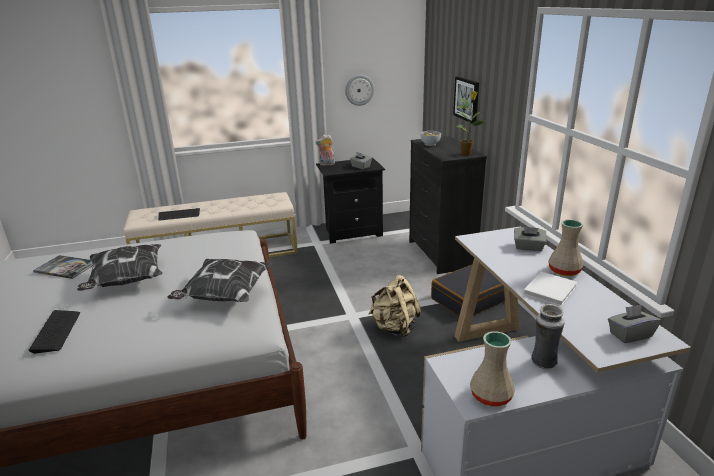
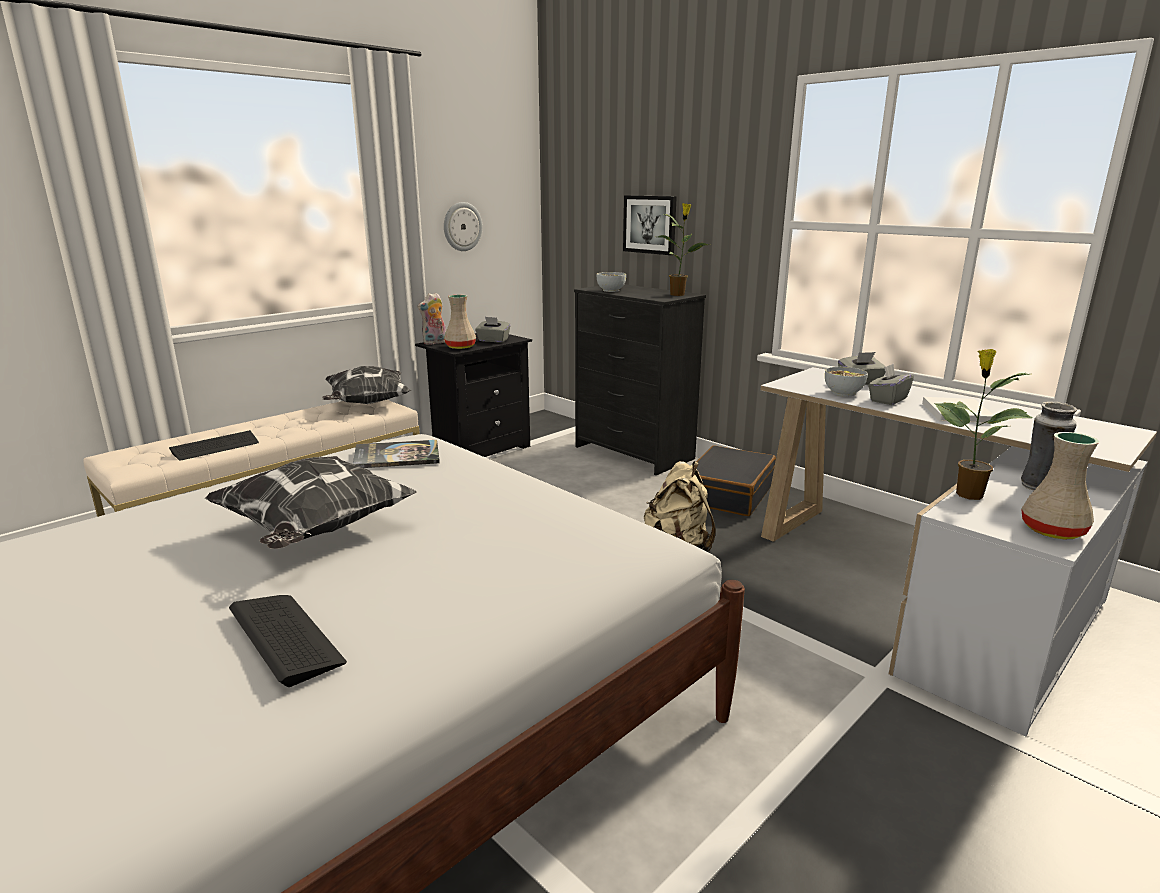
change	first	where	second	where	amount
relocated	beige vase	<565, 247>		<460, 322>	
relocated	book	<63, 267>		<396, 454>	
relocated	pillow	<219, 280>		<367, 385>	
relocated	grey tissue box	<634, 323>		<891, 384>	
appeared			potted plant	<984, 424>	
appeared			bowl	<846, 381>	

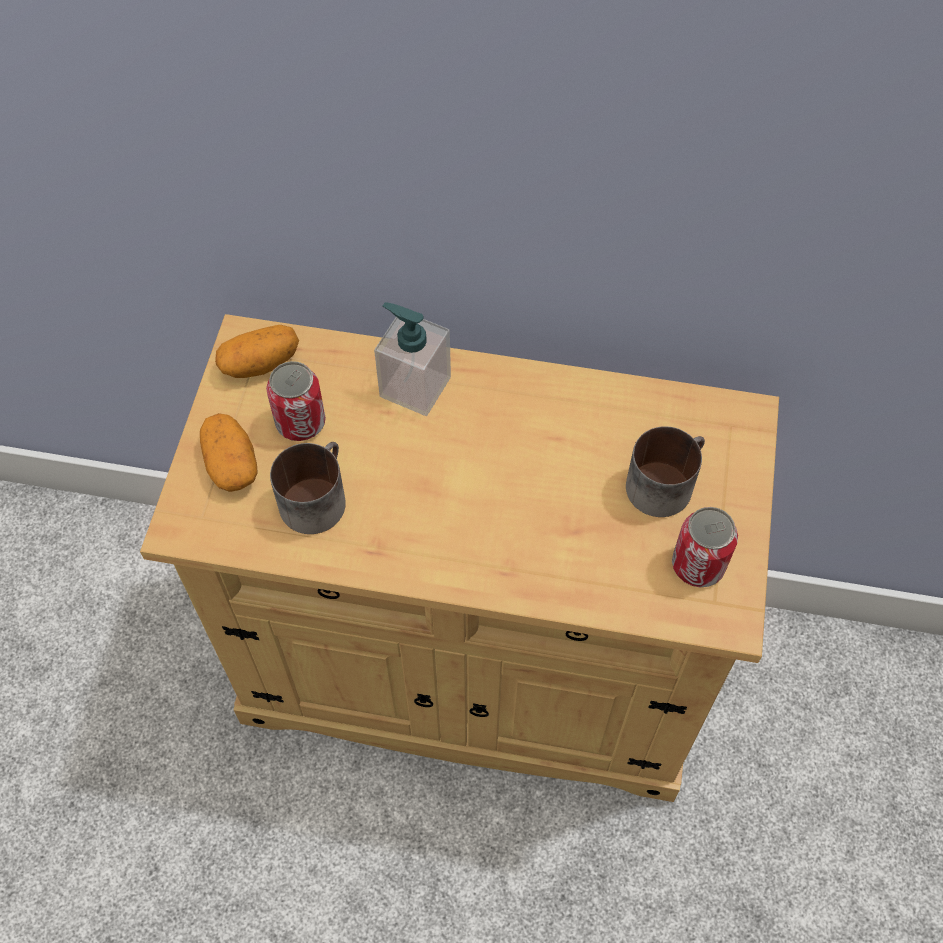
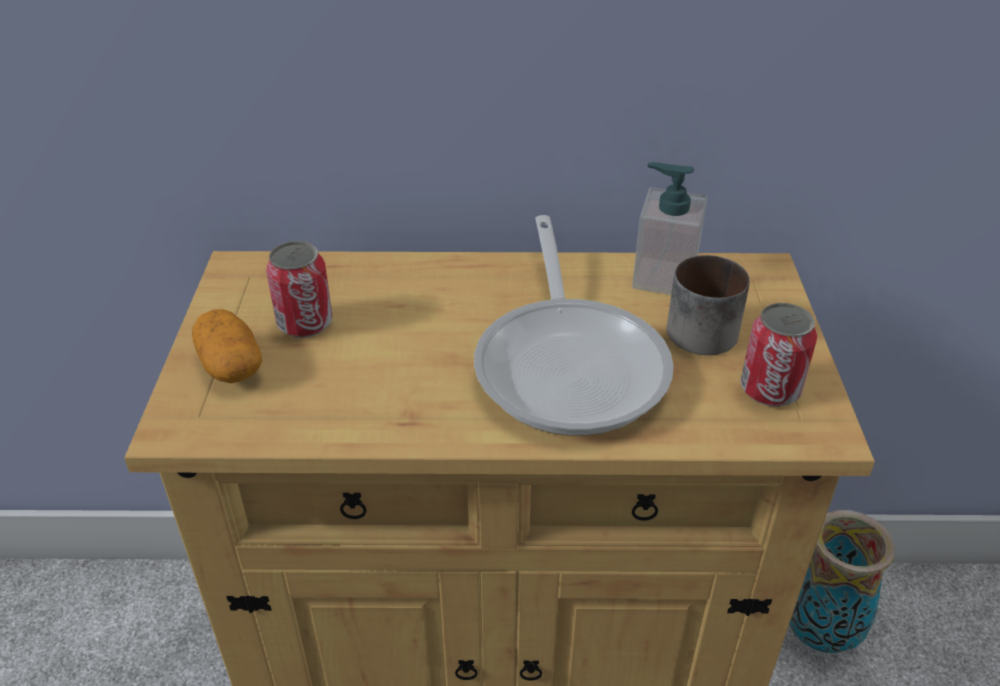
change	first	where	second	where	amount
relocated	soap dispenser	<412, 359>		<670, 228>	
missing	potato	<257, 351>			
missing	mug	<308, 488>			
appeared			frying pan	<574, 325>	
appeared			vase	<842, 581>	

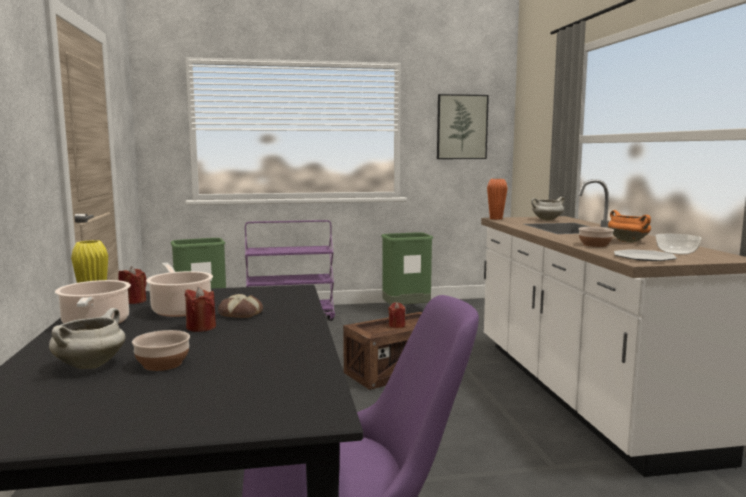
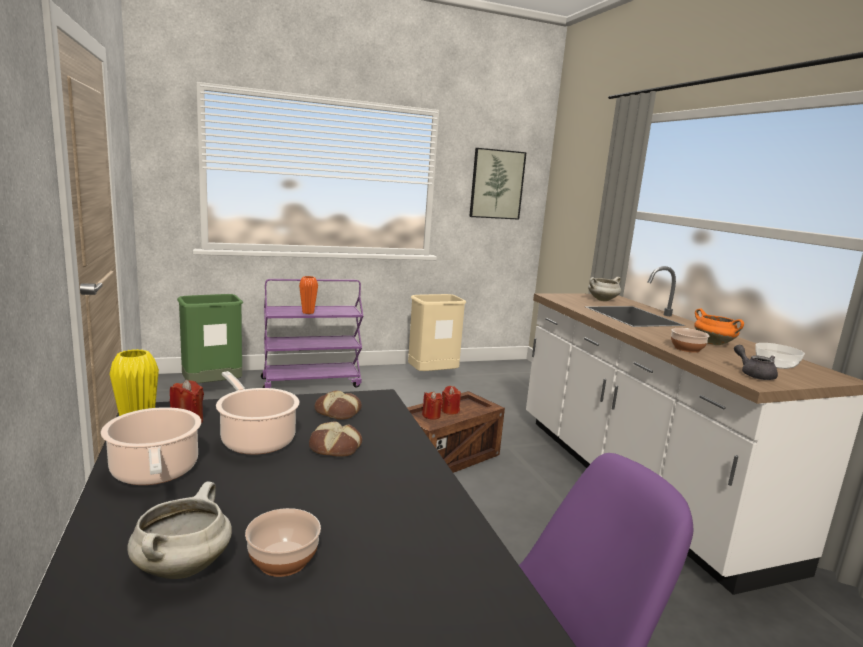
change	first	where	second	where	amount
relocated	orange vase	<497, 199>		<308, 295>	
colour	green trash can	<407, 268>	beige trash can	<437, 332>	
exchanged	plate	<645, 255>	grey teapot	<756, 362>	
relocated	red candle	<200, 309>		<432, 405>	
appeared			bread	<338, 405>	

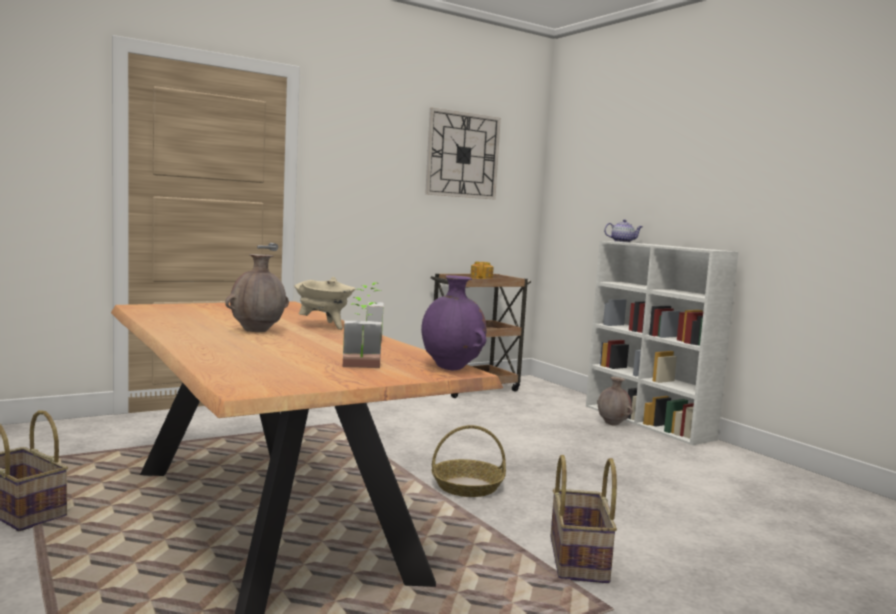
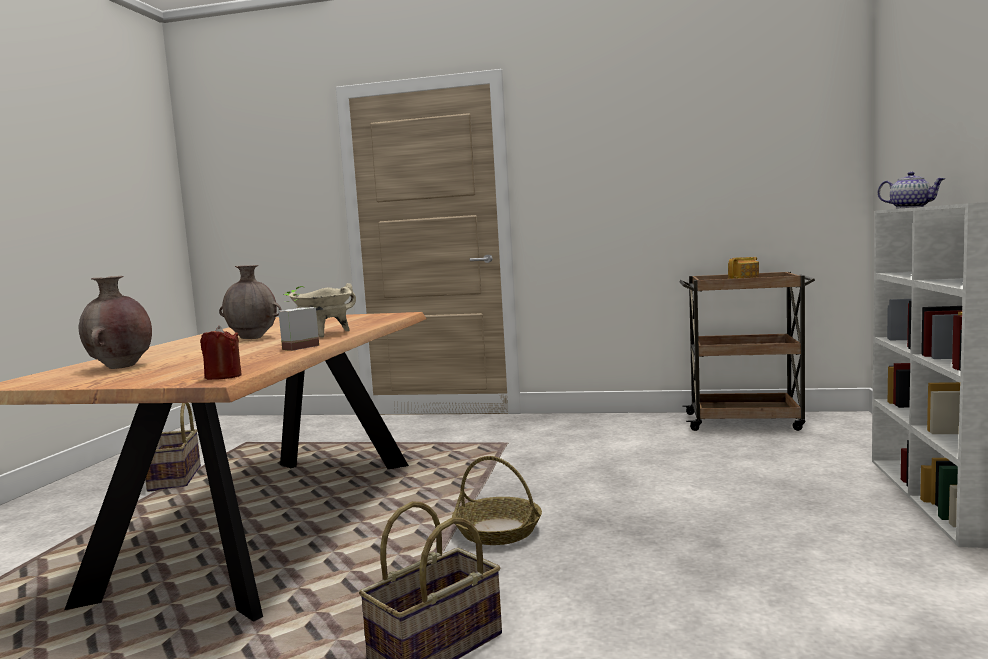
change	first	where	second	where	amount
missing	wall clock	<463, 153>			
exchanged	purple vase	<453, 322>	red candle	<221, 353>	
missing	potted plant	<362, 332>			
relocated	brown vase	<615, 401>		<115, 322>	

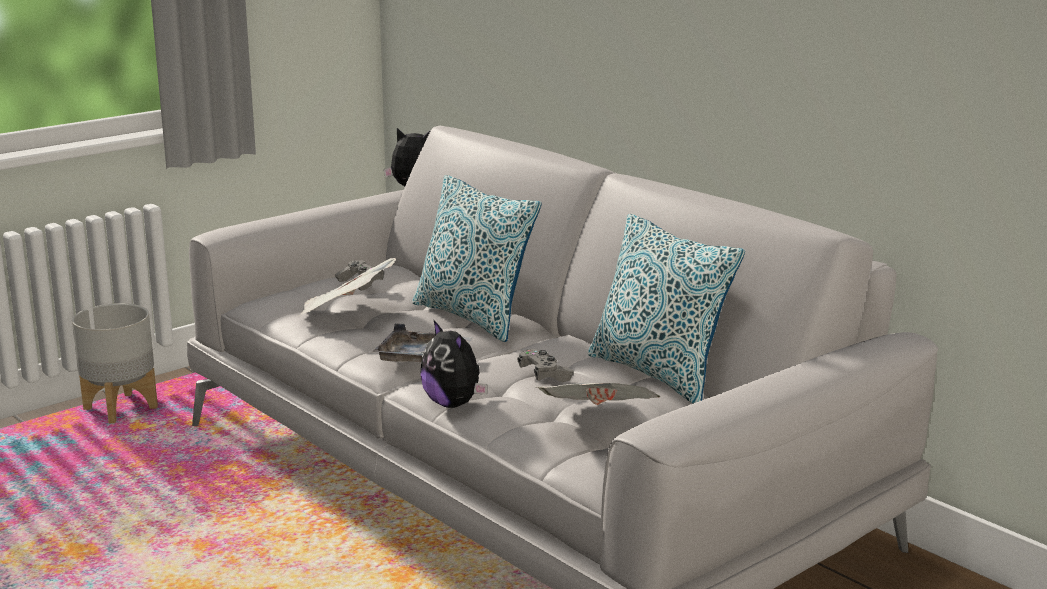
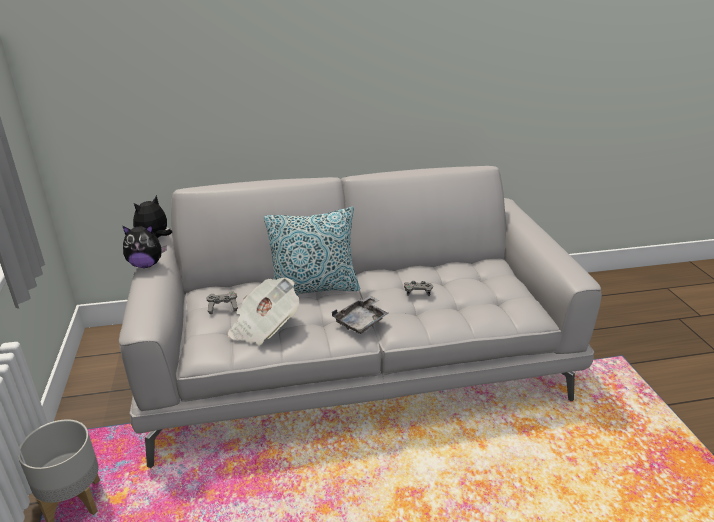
change	first	where	second	where	amount
missing	pillow	<666, 309>			
relocated	plush toy	<454, 363>		<145, 246>	
missing	newspaper	<598, 394>			

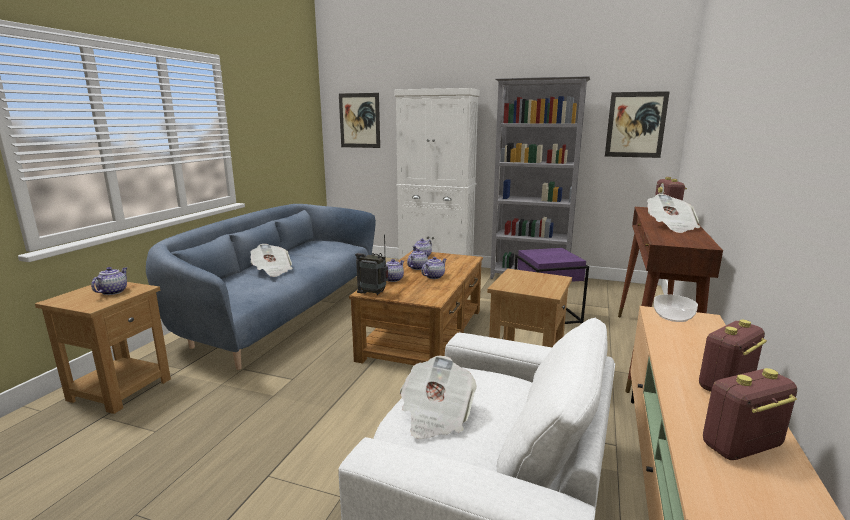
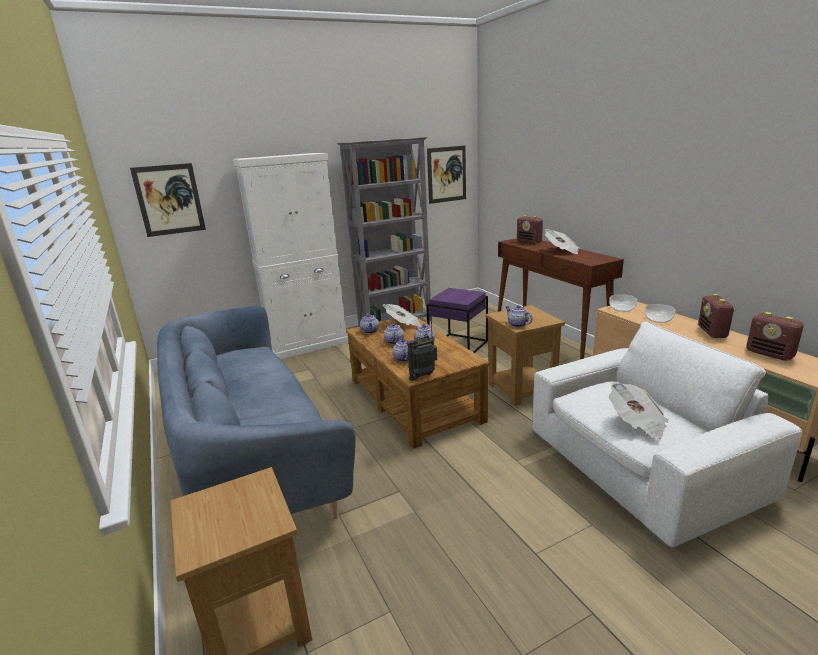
change	first	where	second	where	amount
relocated	newspaper	<271, 260>		<402, 315>	
relocated	teapot	<109, 281>		<519, 316>	
spun	radio	<750, 414>		<775, 336>	60 degrees counterclockwise
appeared			bowl	<660, 313>	

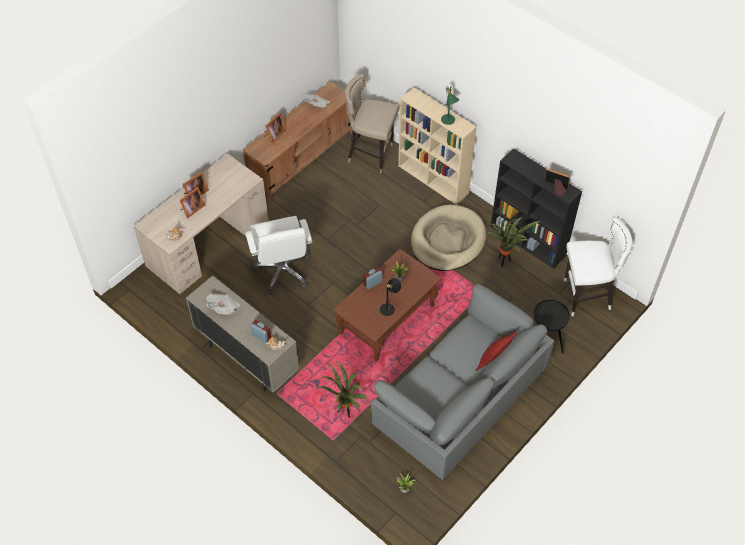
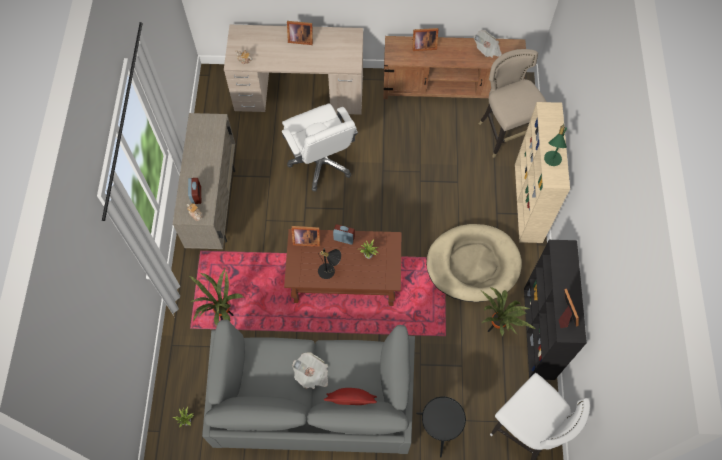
change	first	where	second	where	amount
relocated	picture frame	<192, 202>		<306, 236>	
spun	white office chair	<278, 255>		<320, 147>	60 degrees counterclockwise
relocated	newspaper	<223, 304>		<310, 370>	

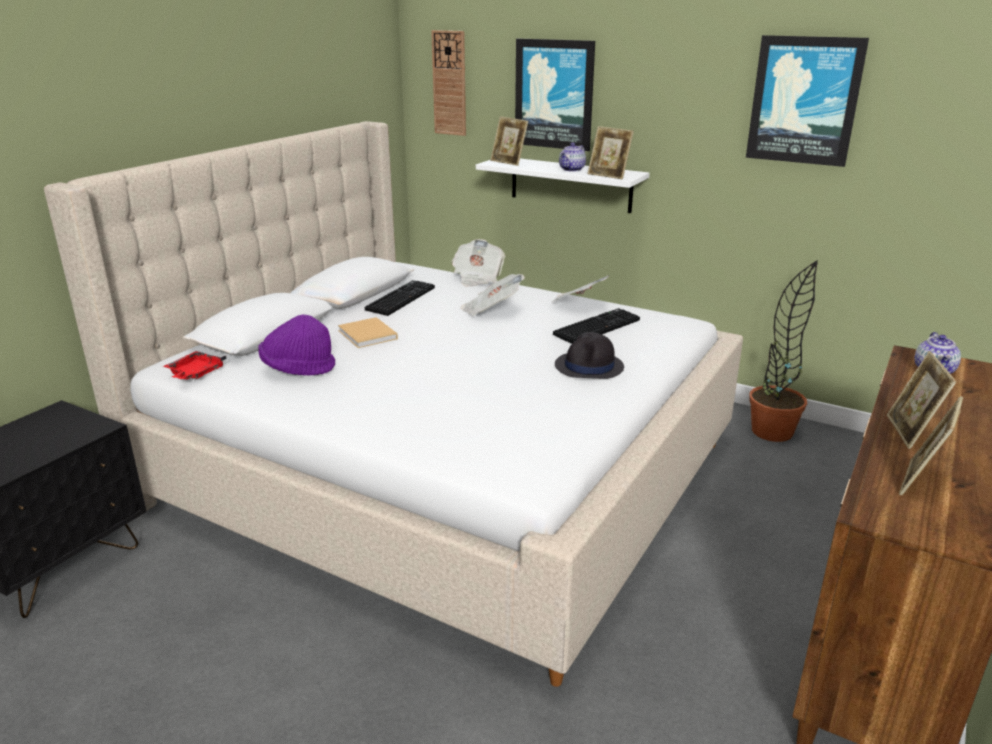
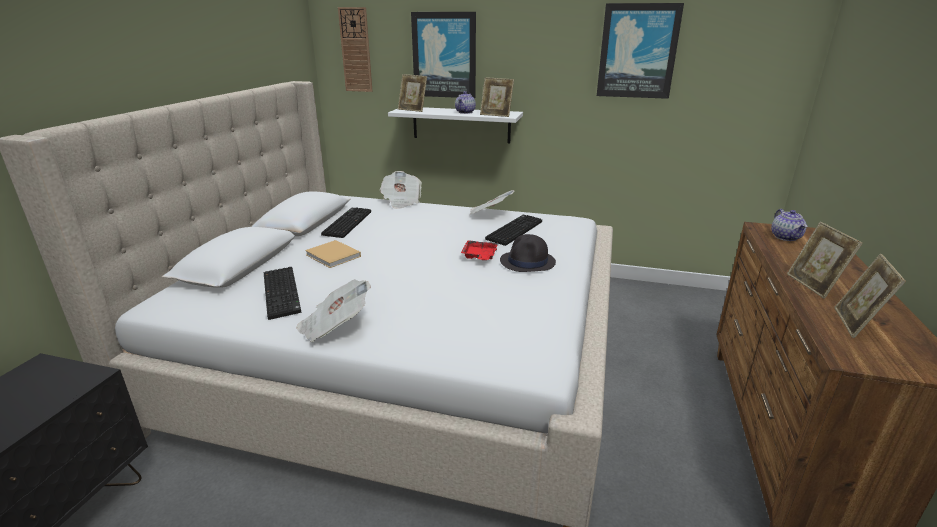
change	first	where	second	where	amount
missing	potted plant	<783, 351>			
relocated	newspaper	<493, 295>		<333, 310>	
exchanged	purple hat	<297, 345>	keyboard	<282, 293>	
relocated	red tray	<194, 365>		<479, 250>	

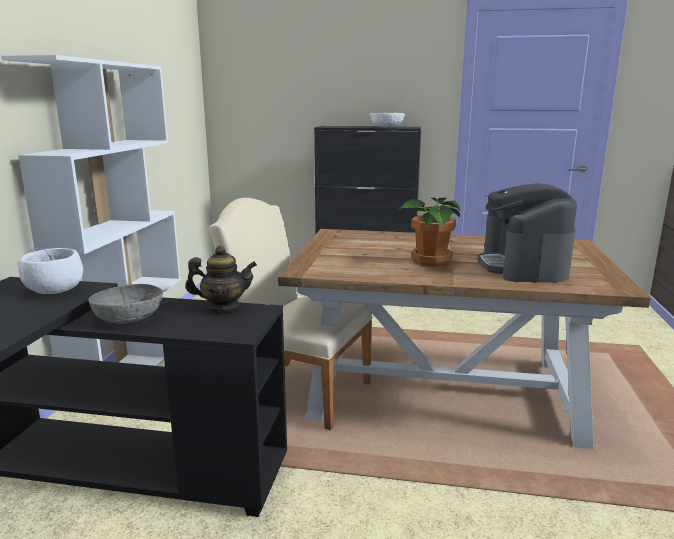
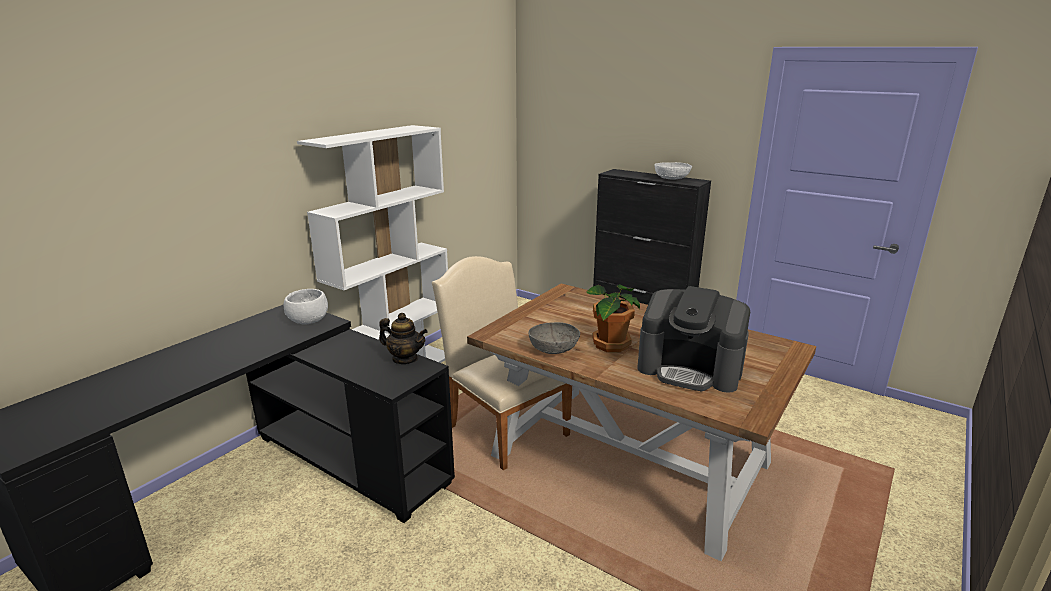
change	first	where	second	where	amount
spun	coffee machine	<527, 233>		<693, 339>	90 degrees counterclockwise
relocated	grey bowl	<126, 304>		<554, 338>	

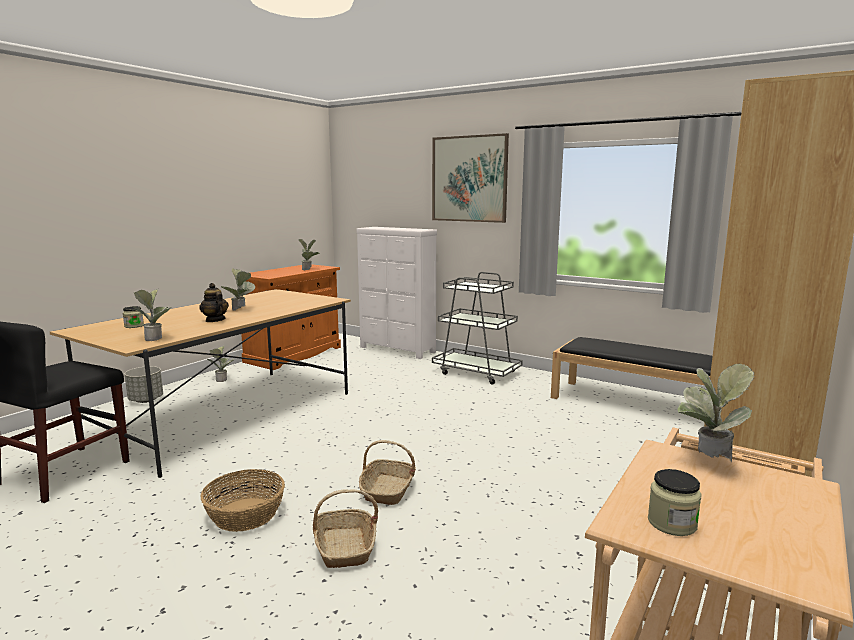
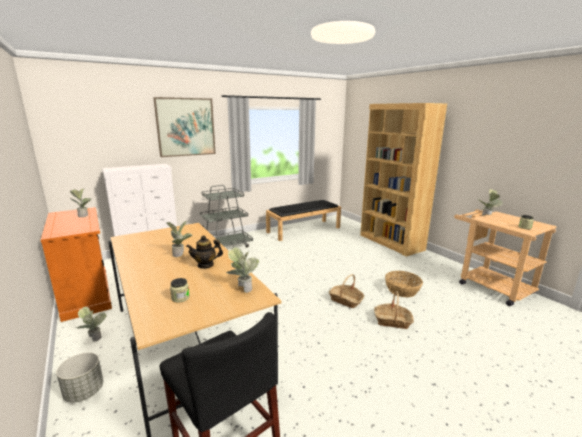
change	first	where	second	where	amount
relocated	basket	<242, 500>		<404, 284>	

